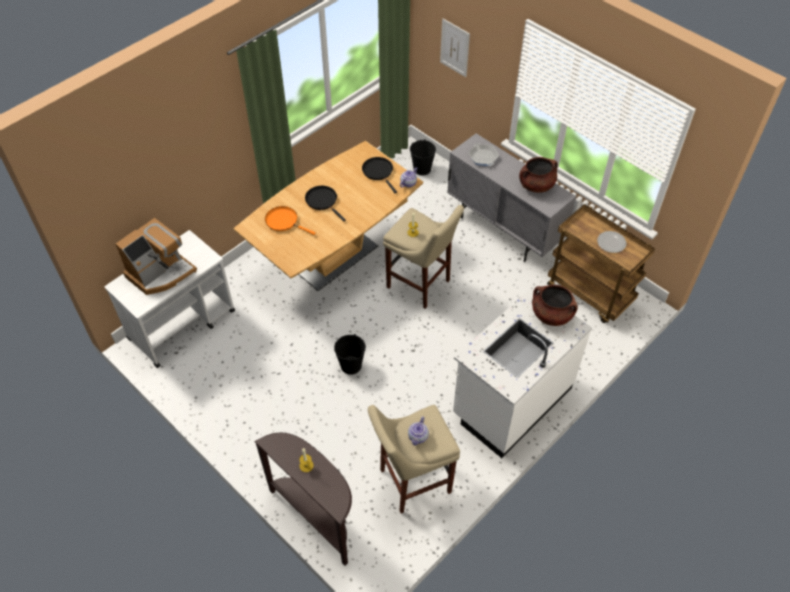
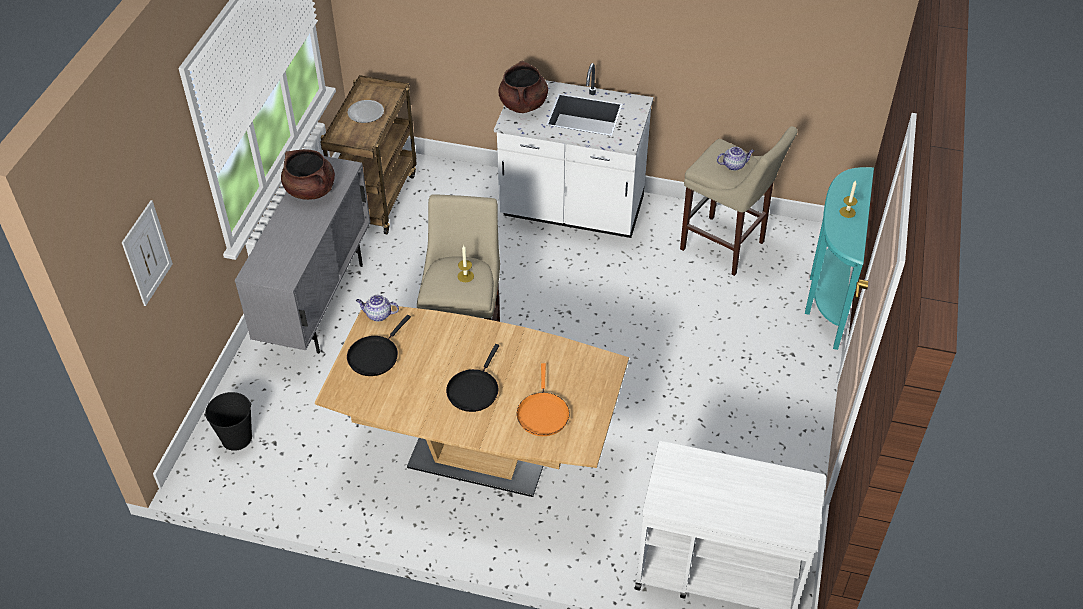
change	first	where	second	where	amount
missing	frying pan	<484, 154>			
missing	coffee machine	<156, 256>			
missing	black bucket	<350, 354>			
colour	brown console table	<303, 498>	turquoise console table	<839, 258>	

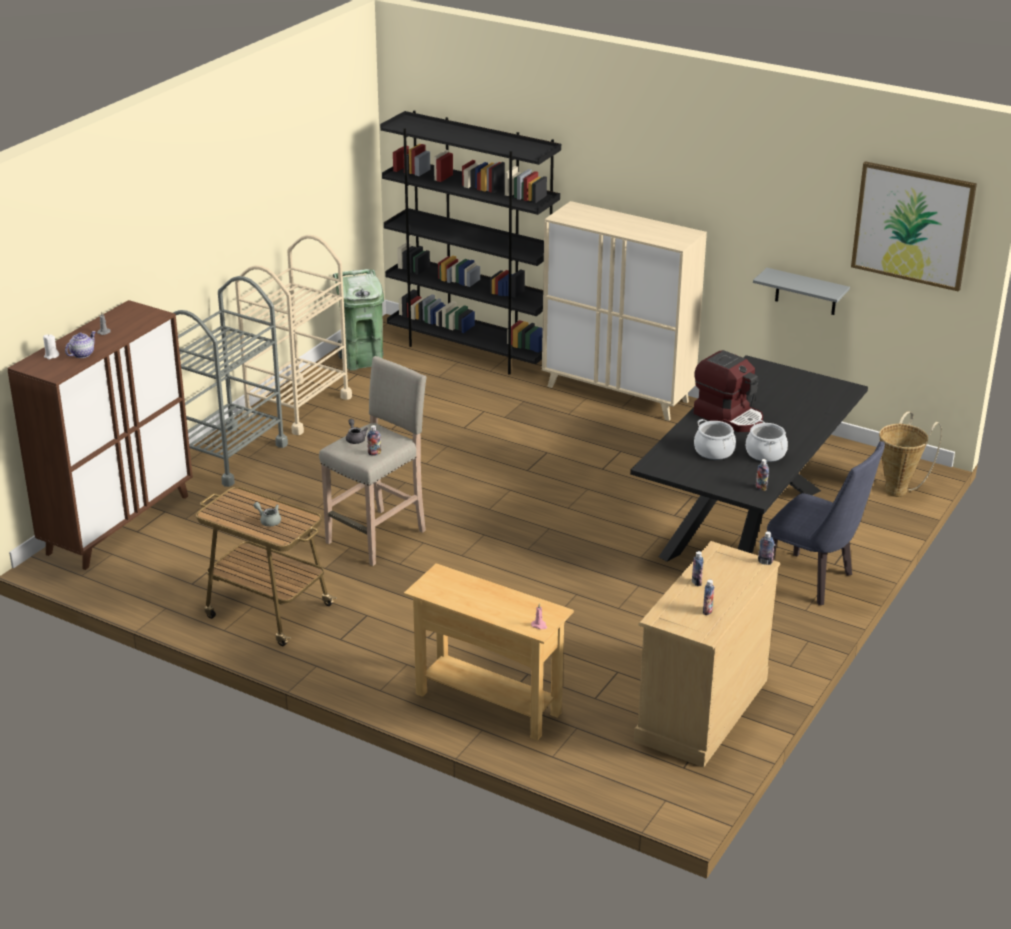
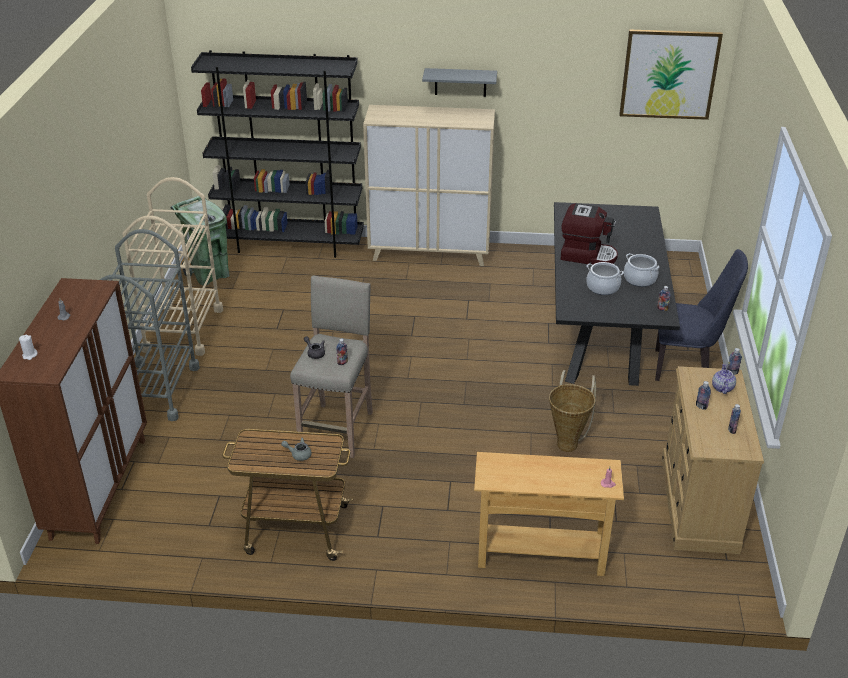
change	first	where	second	where	amount
relocated	grey shelf	<801, 291>		<459, 82>	
relocated	teapot	<80, 344>		<724, 379>	
relocated	basket	<910, 454>		<572, 411>	

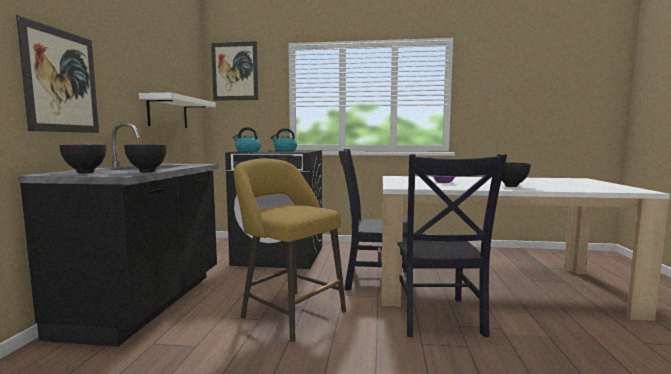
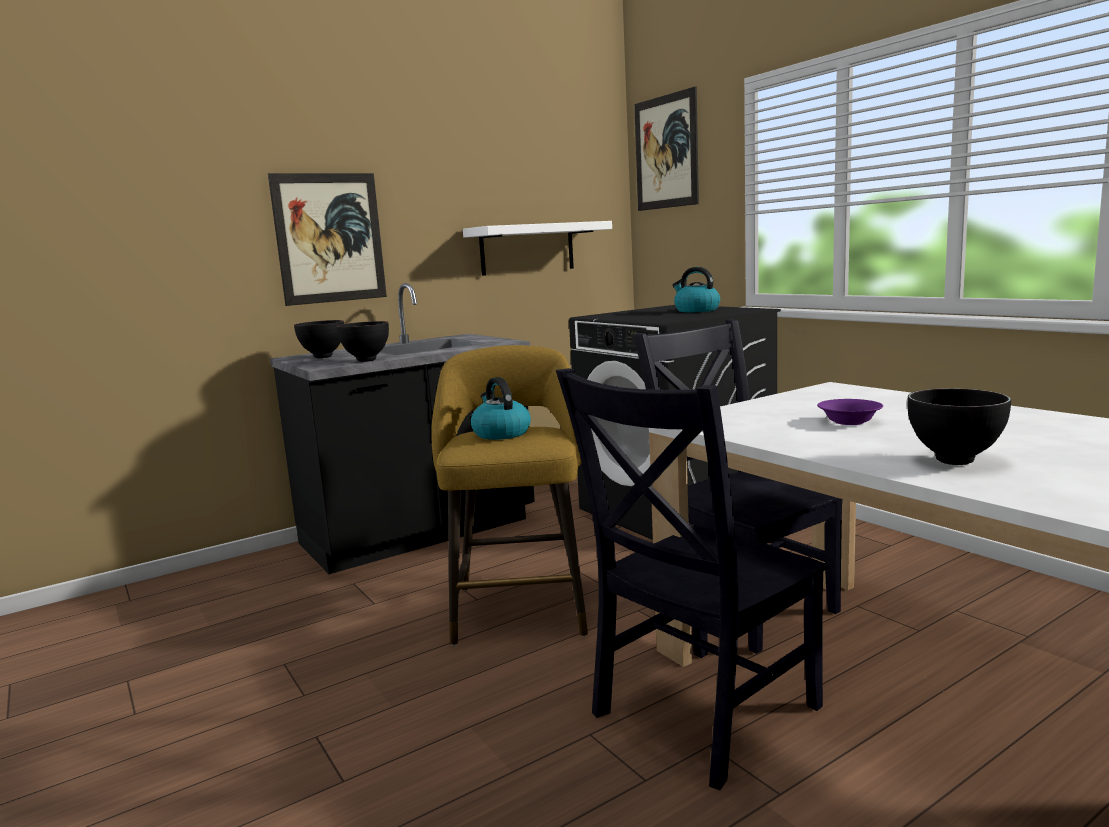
change	first	where	second	where	amount
relocated	kettle	<247, 139>		<501, 408>	

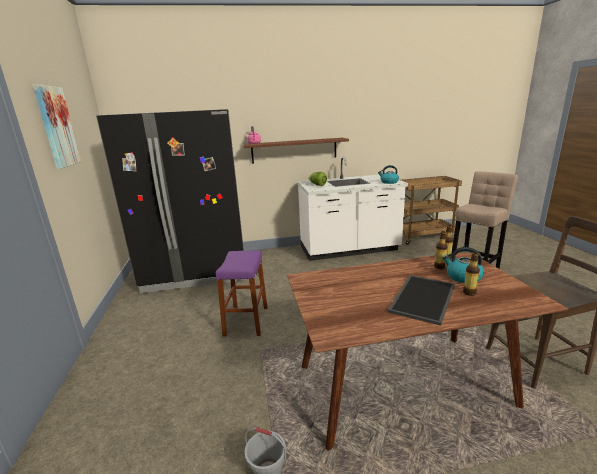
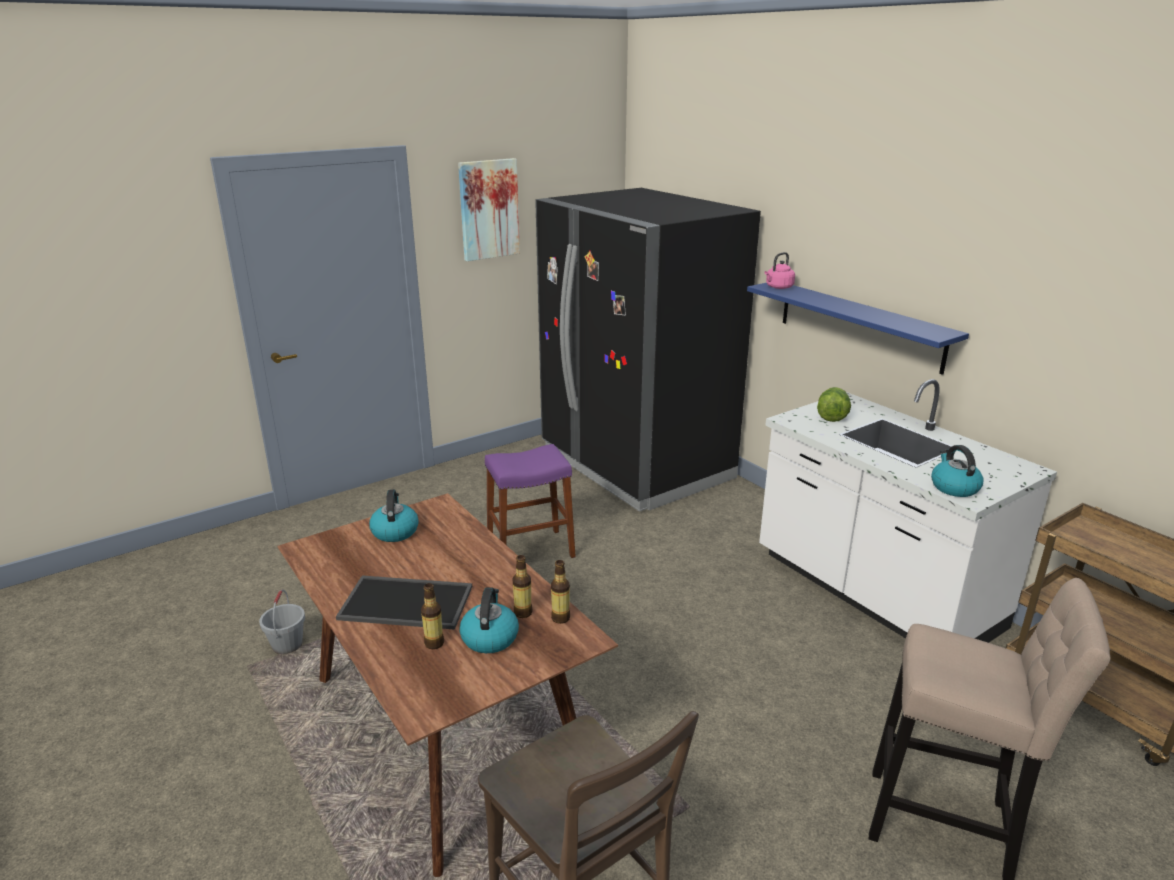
change	first	where	second	where	amount
colour	brown shelf	<296, 151>	blue shelf	<858, 329>	
appeared			kettle	<394, 515>	

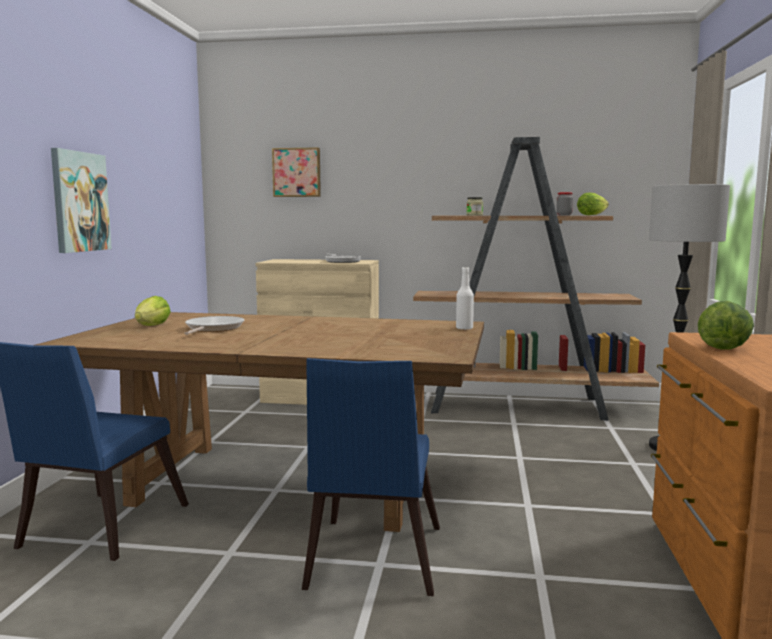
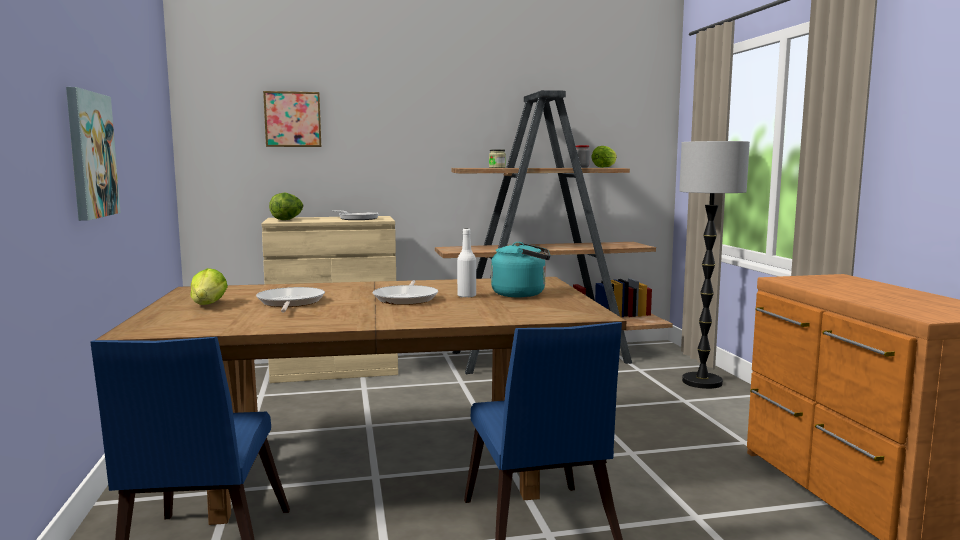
change	first	where	second	where	amount
relocated	white bottle	<465, 298>		<466, 263>	
relocated	lettuce	<726, 325>		<286, 206>	
appeared			turquoise kettle	<520, 269>	
appeared			frying pan	<405, 293>	

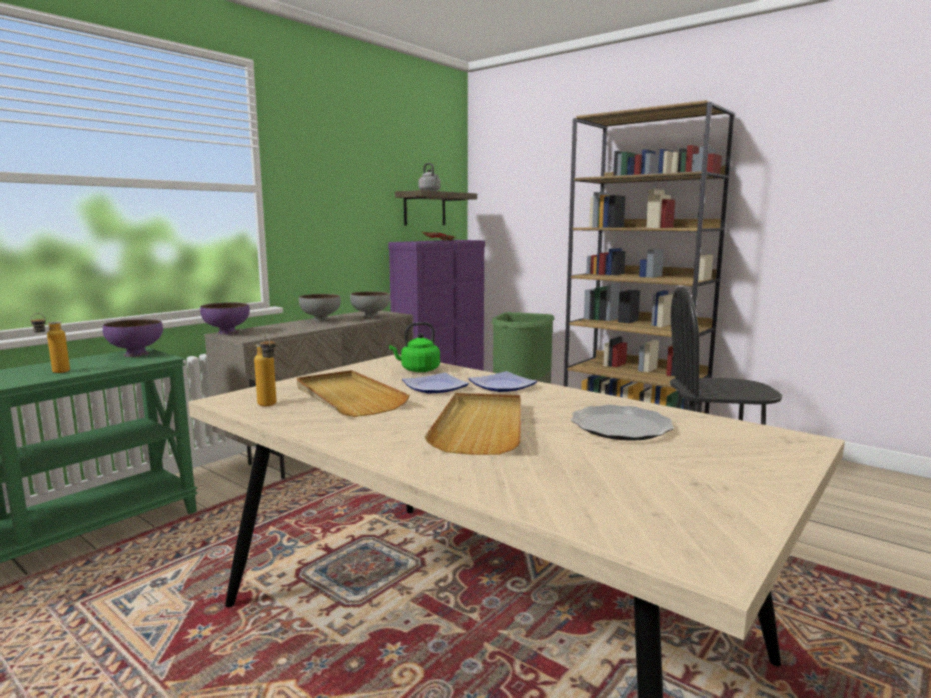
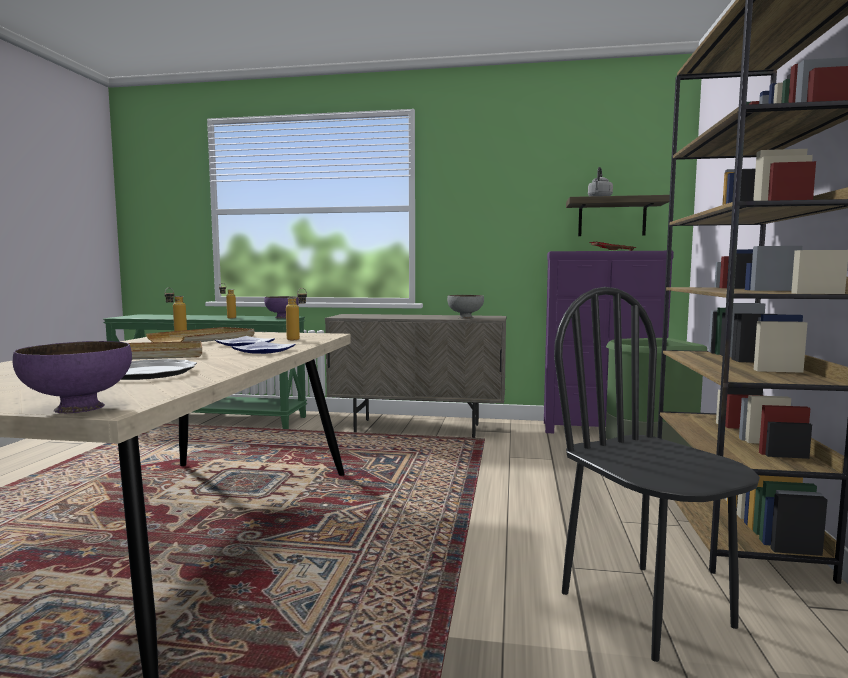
change	first	where	second	where	amount
missing	grey bowl	<320, 308>			
relocated	purple bowl	<225, 319>		<72, 377>	
exchanged	green kettle	<414, 347>	bottle	<296, 314>	

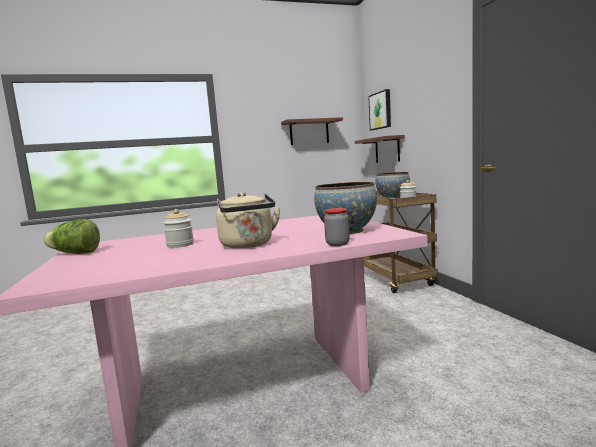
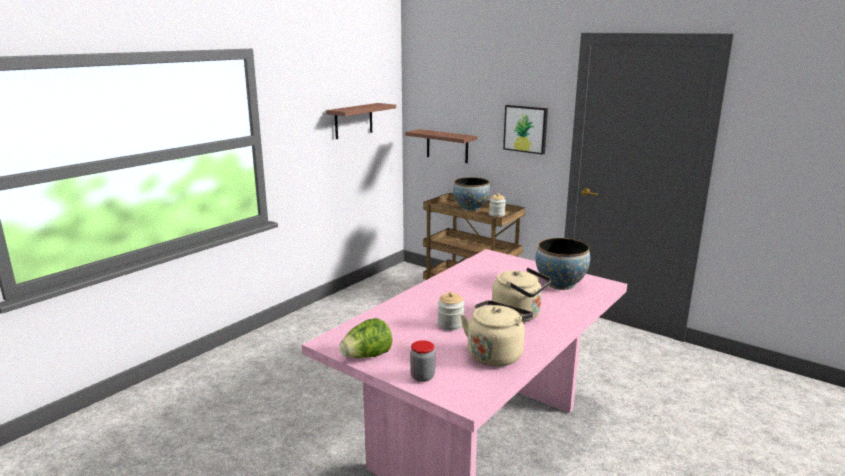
change	first	where	second	where	amount
relocated	picture	<379, 109>		<525, 130>	
relocated	jar	<337, 227>		<422, 361>	
appeared			beige kettle	<497, 333>	

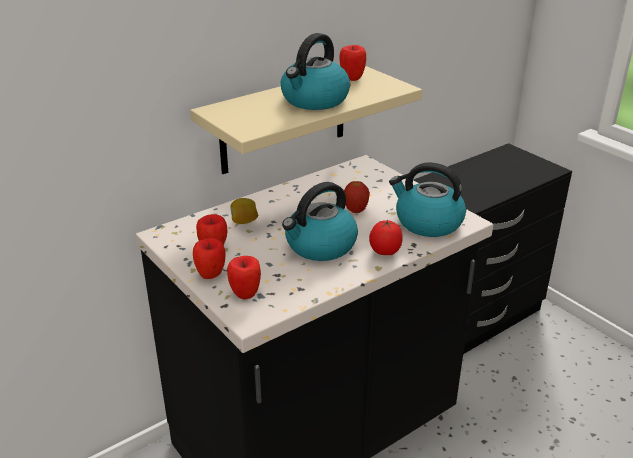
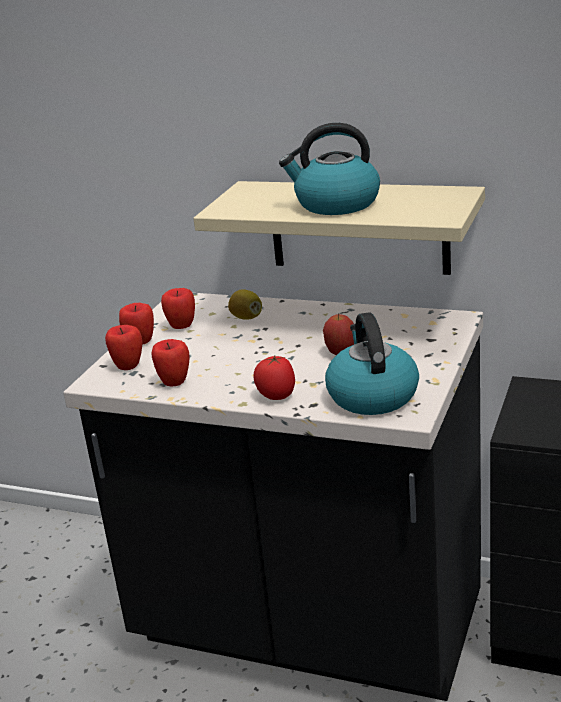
change	first	where	second	where	amount
relocated	apple	<352, 63>		<171, 362>	
missing	kettle	<320, 221>			

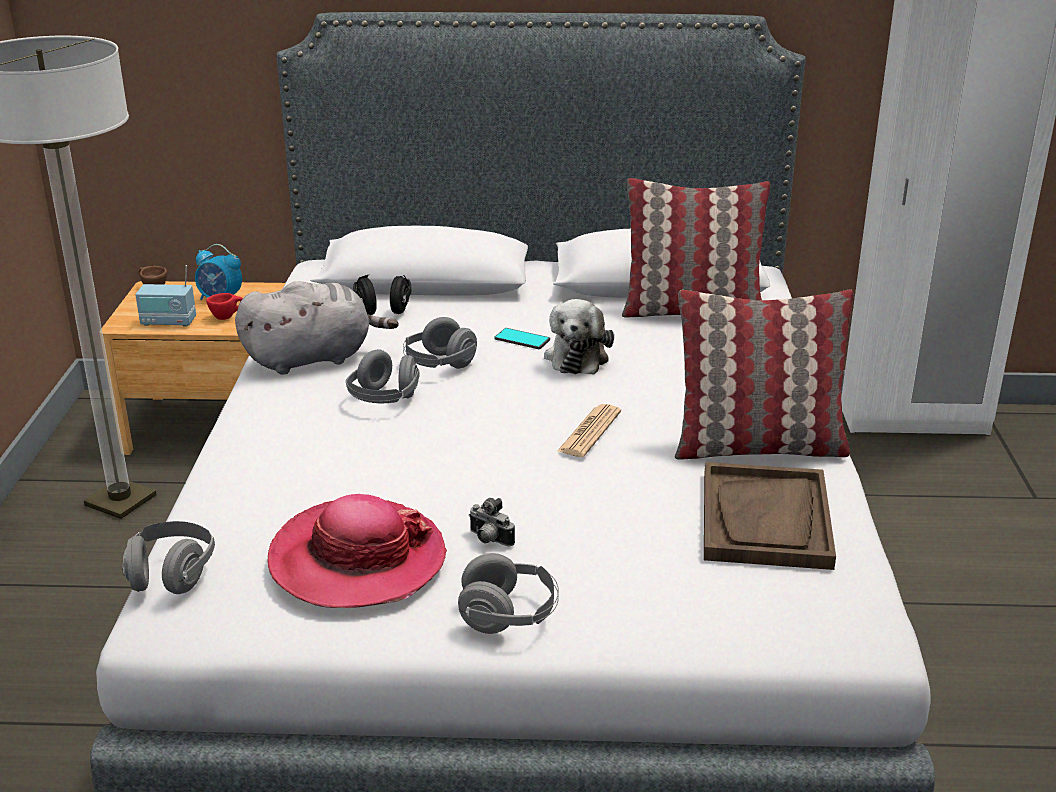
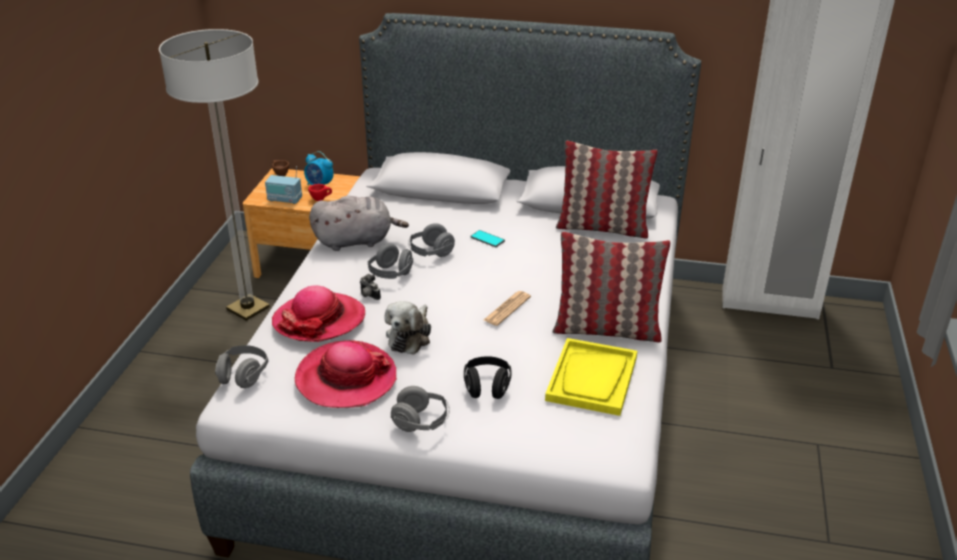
change	first	where	second	where	amount
relocated	black headphones	<382, 295>		<487, 377>	
relocated	plush toy	<579, 337>		<408, 328>	
colour	brown tray	<770, 516>	yellow tray	<591, 377>	
relocated	photo camera	<492, 522>		<370, 287>	
appeared			hat	<318, 313>	

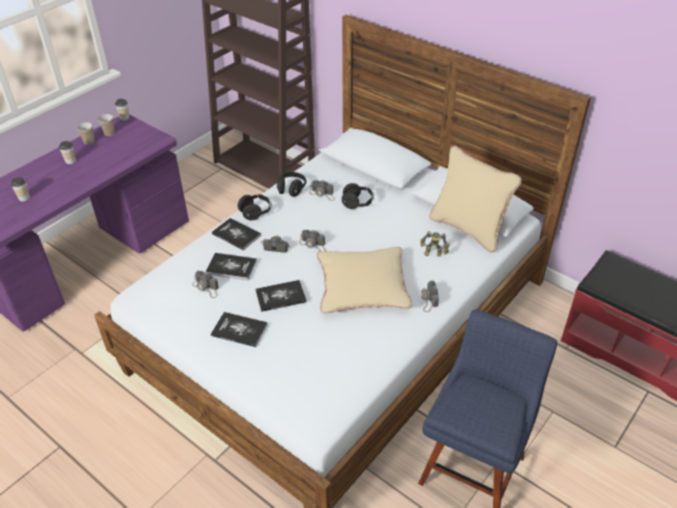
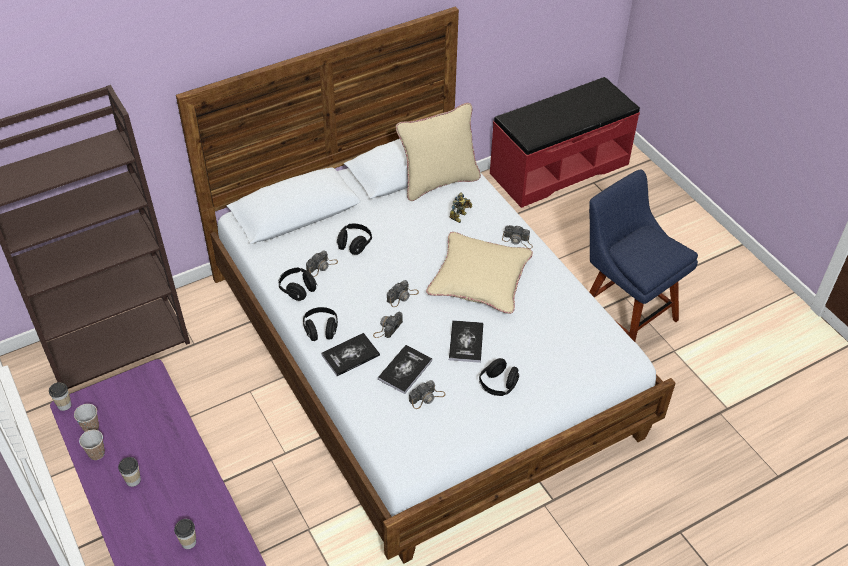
change	first	where	second	where	amount
exchanged	book	<239, 329>	black headphones	<499, 377>	

